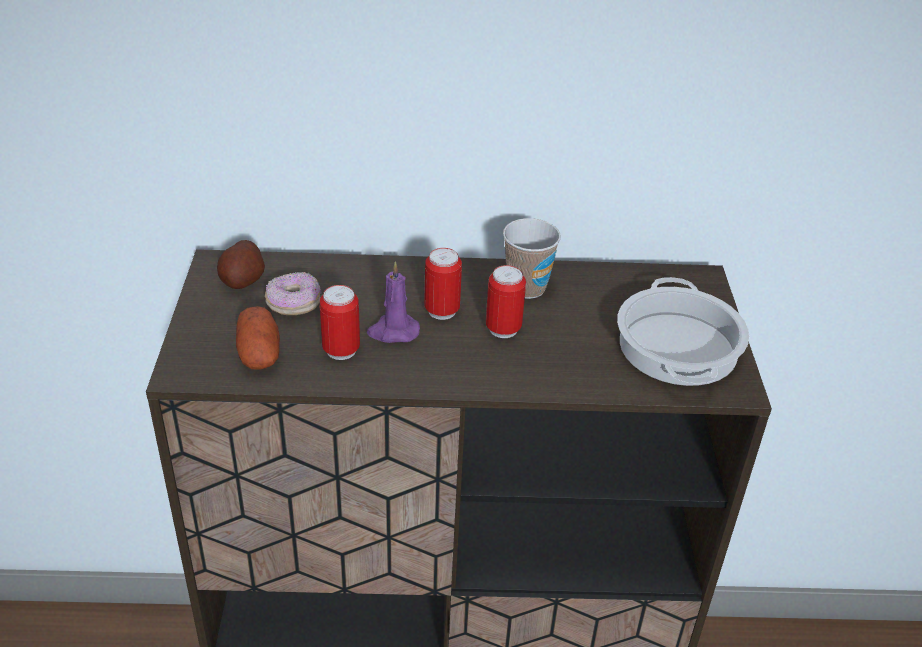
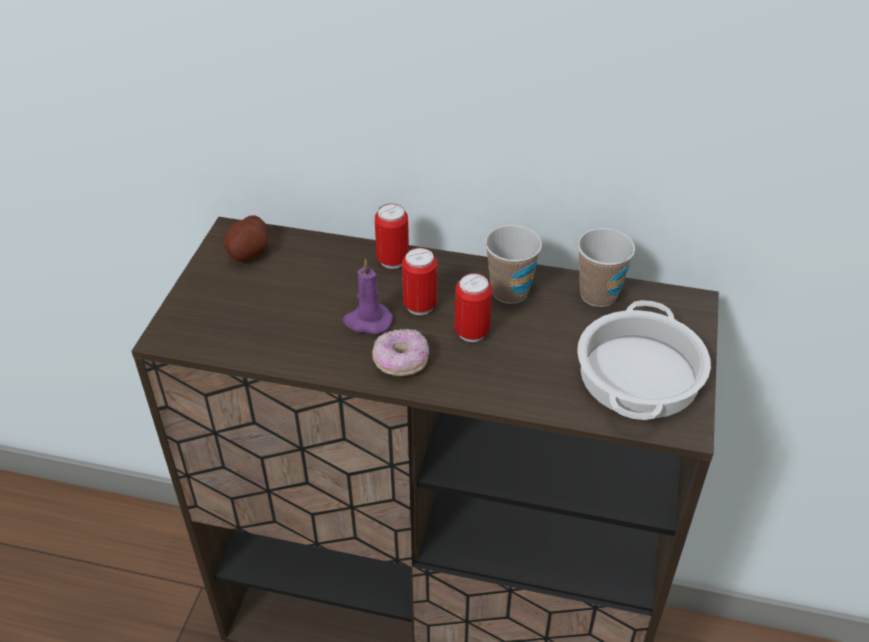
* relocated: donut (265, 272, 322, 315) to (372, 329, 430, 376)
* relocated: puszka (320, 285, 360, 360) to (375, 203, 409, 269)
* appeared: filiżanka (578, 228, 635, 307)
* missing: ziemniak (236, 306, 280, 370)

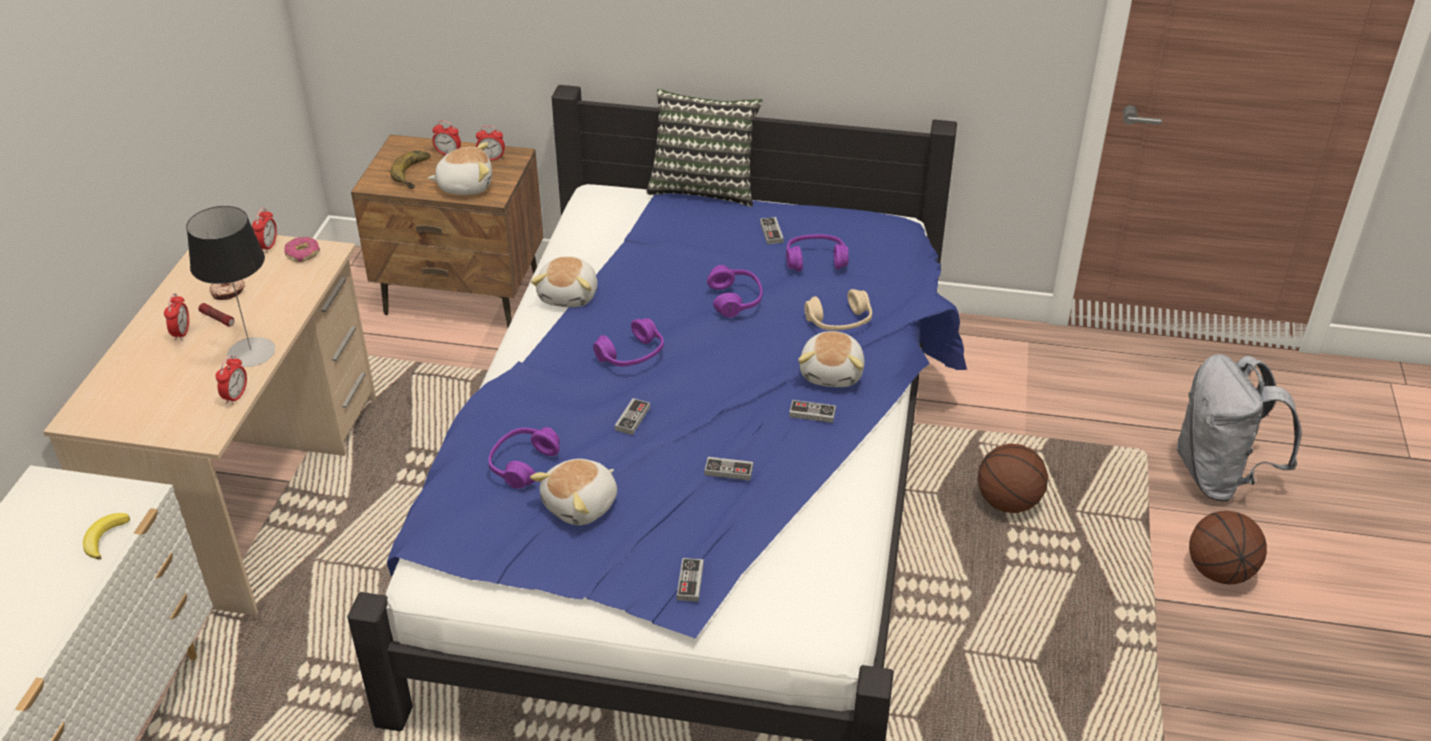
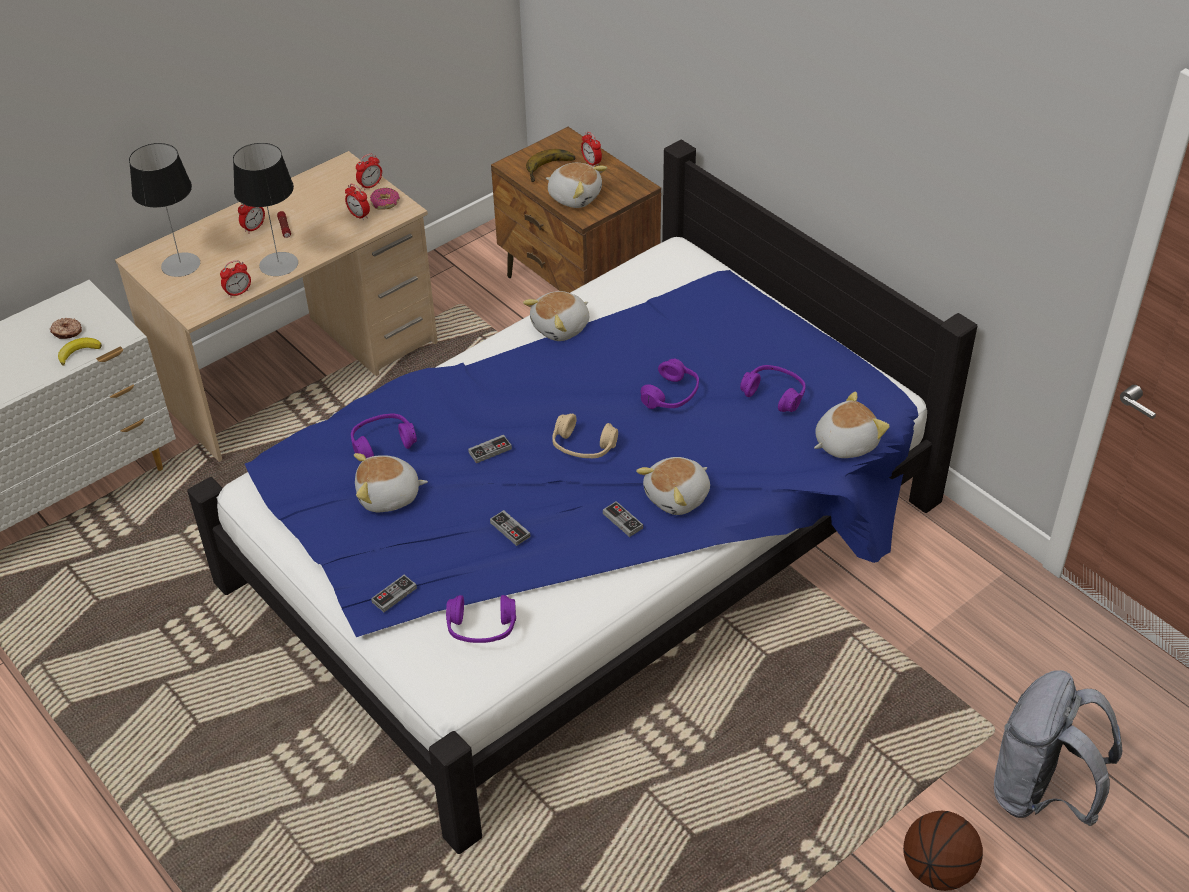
* relocated: donut (209, 279, 245, 300) to (50, 318, 82, 339)
* appeared: lampa stołowa (129, 143, 200, 277)
* relocated: budzik (476, 126, 505, 160) to (345, 184, 370, 221)
* relocated: słuchawki (fioletowy) (593, 318, 664, 367) to (446, 595, 516, 643)
* relocated: słuchawki (beżowy) (804, 289, 872, 330) to (552, 413, 618, 458)
* appeared: pluszak (814, 392, 890, 458)
* missing: poduszka (646, 89, 763, 207)
* missing: pad do gier (760, 217, 783, 244)
* missing: piłka do koszykówki (977, 444, 1048, 513)

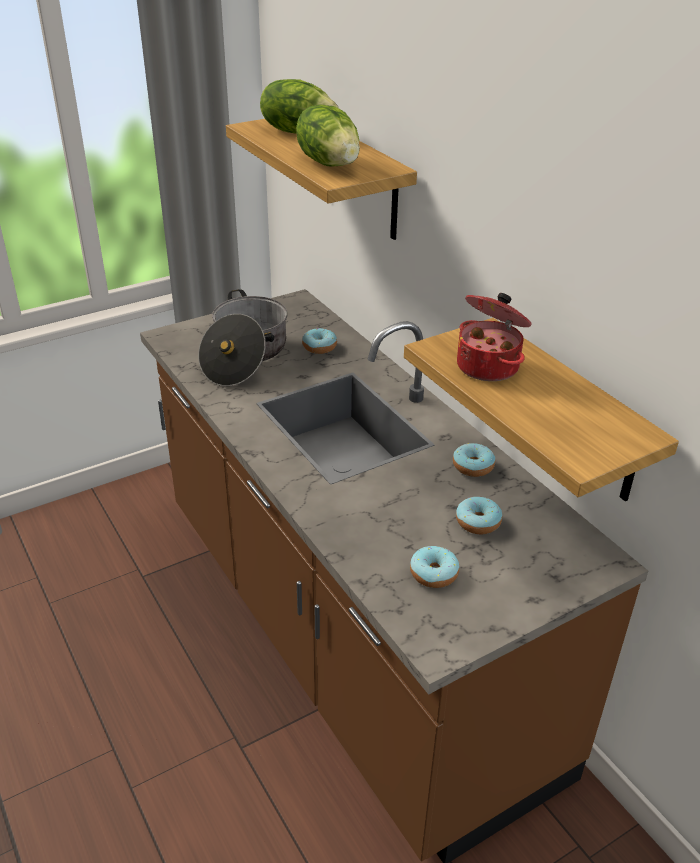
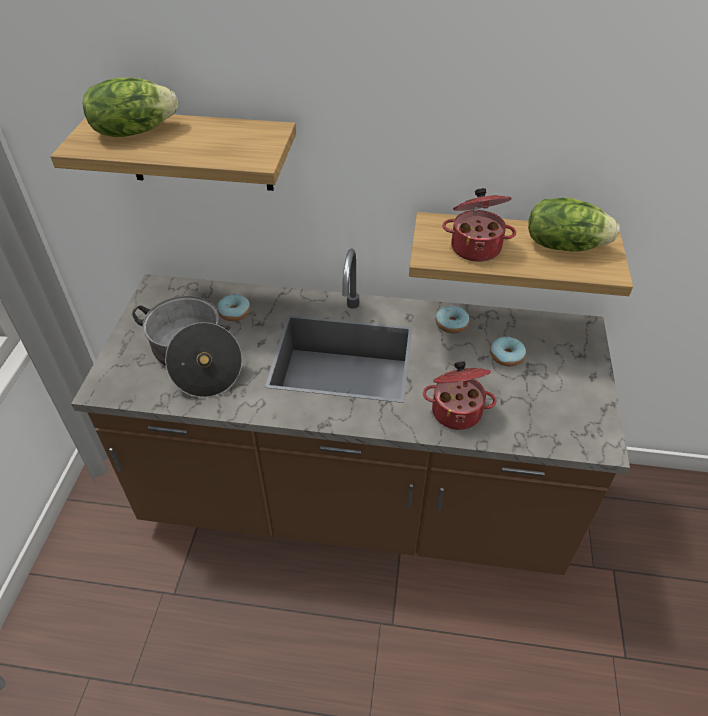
* appeared: garnek (423, 361, 496, 430)
* relocated: sałata (296, 105, 360, 167) to (528, 198, 620, 252)
* missing: donut (410, 546, 459, 588)

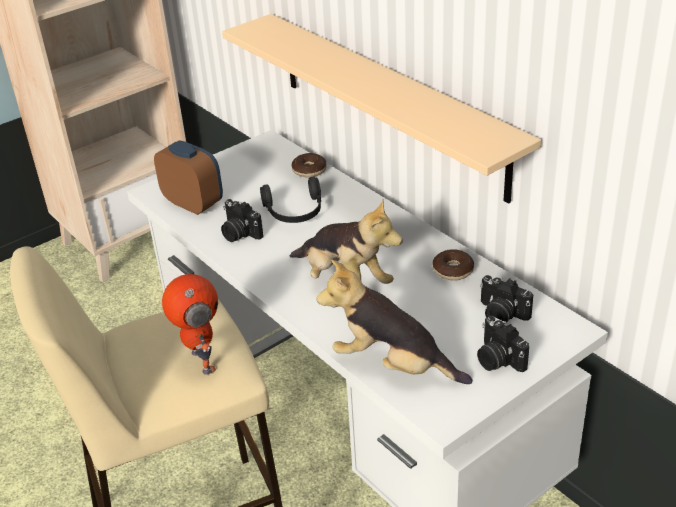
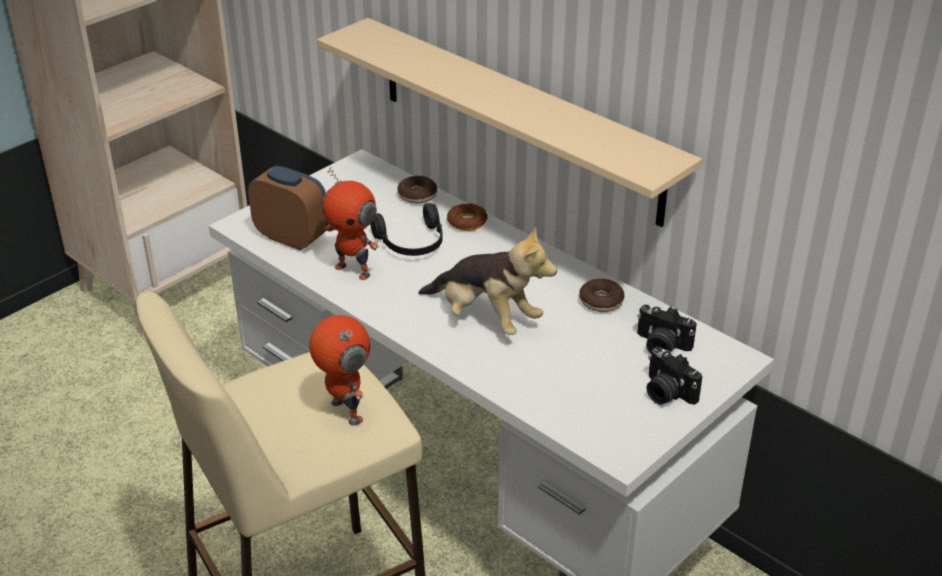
* exchanged: aparat fotograficzny (221, 199, 263, 242) to robot zabawkowy (322, 167, 379, 280)
* appeared: donut (447, 203, 488, 231)
* missing: pluszak (316, 260, 472, 384)

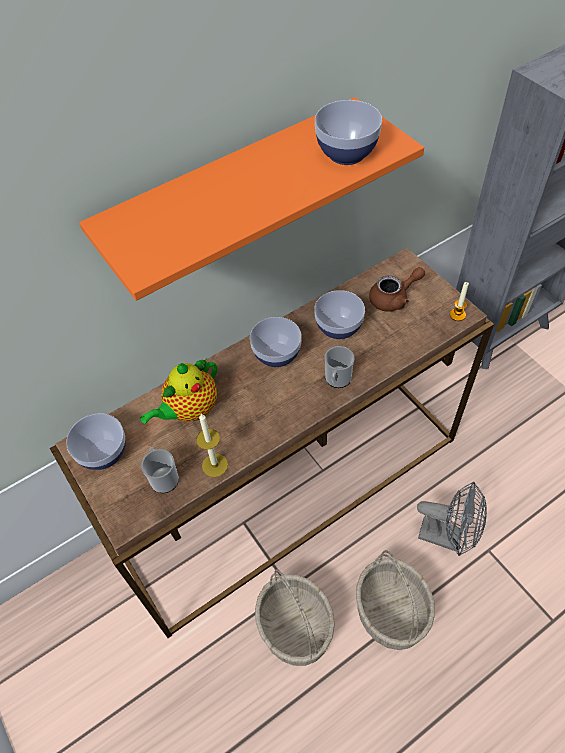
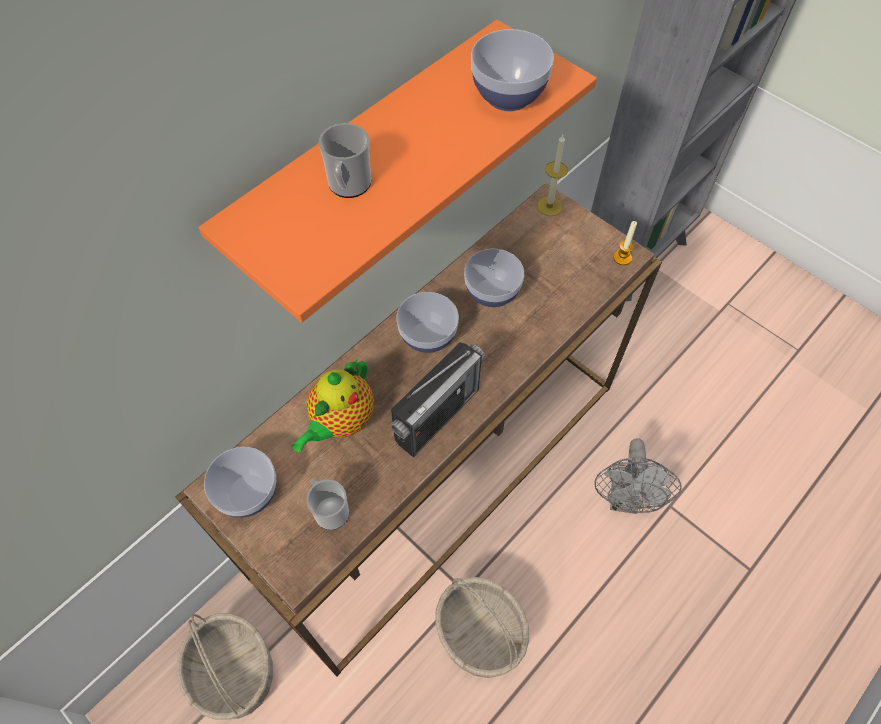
* relocated: koszyk (356, 550, 435, 650) to (177, 613, 273, 720)
* relocated: kubek (324, 346, 355, 388) to (318, 123, 371, 198)
* appeared: radio (391, 342, 485, 457)
* relocated: świeca (196, 414, 228, 477) to (537, 135, 568, 216)
* spun: wentylator (szary) (417, 482, 487, 556) = (594, 438, 682, 514) 90 degrees clockwise
* missing: imbryk (brązowy) (369, 267, 425, 311)

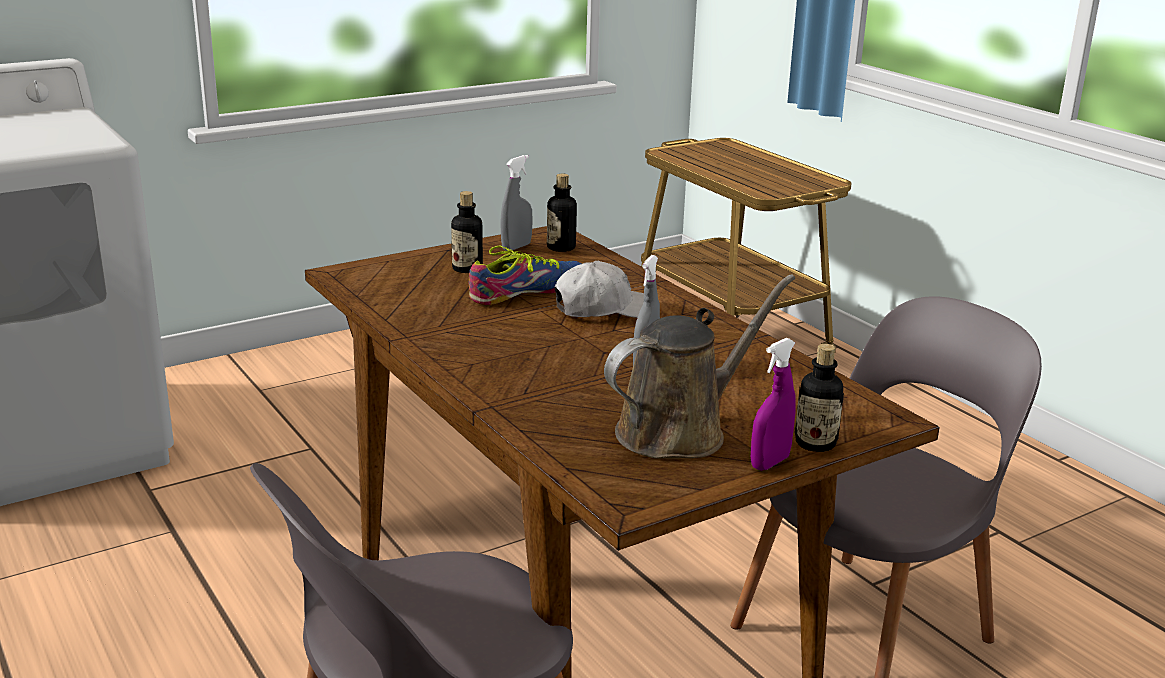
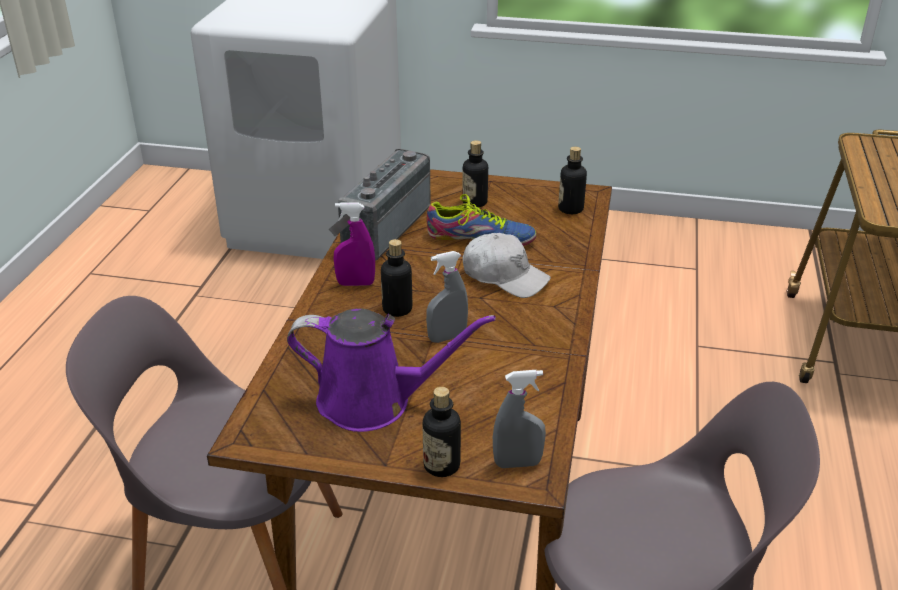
* colour: konewka (brązowy) (604, 274, 795, 459) to konewka (fioletowy) (287, 308, 496, 432)
* appeared: radio (329, 149, 431, 261)
* relocated: spryskiwacz (fioletowy) (751, 338, 796, 471) to (333, 202, 375, 286)
* appeared: butelka (381, 239, 412, 317)
* relocated: spryskiwacz (szary) (500, 155, 533, 251) to (493, 370, 546, 468)

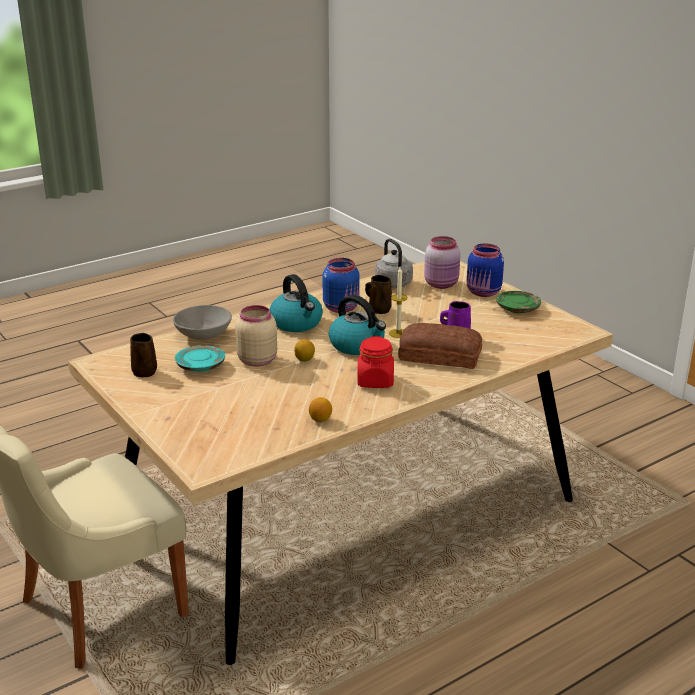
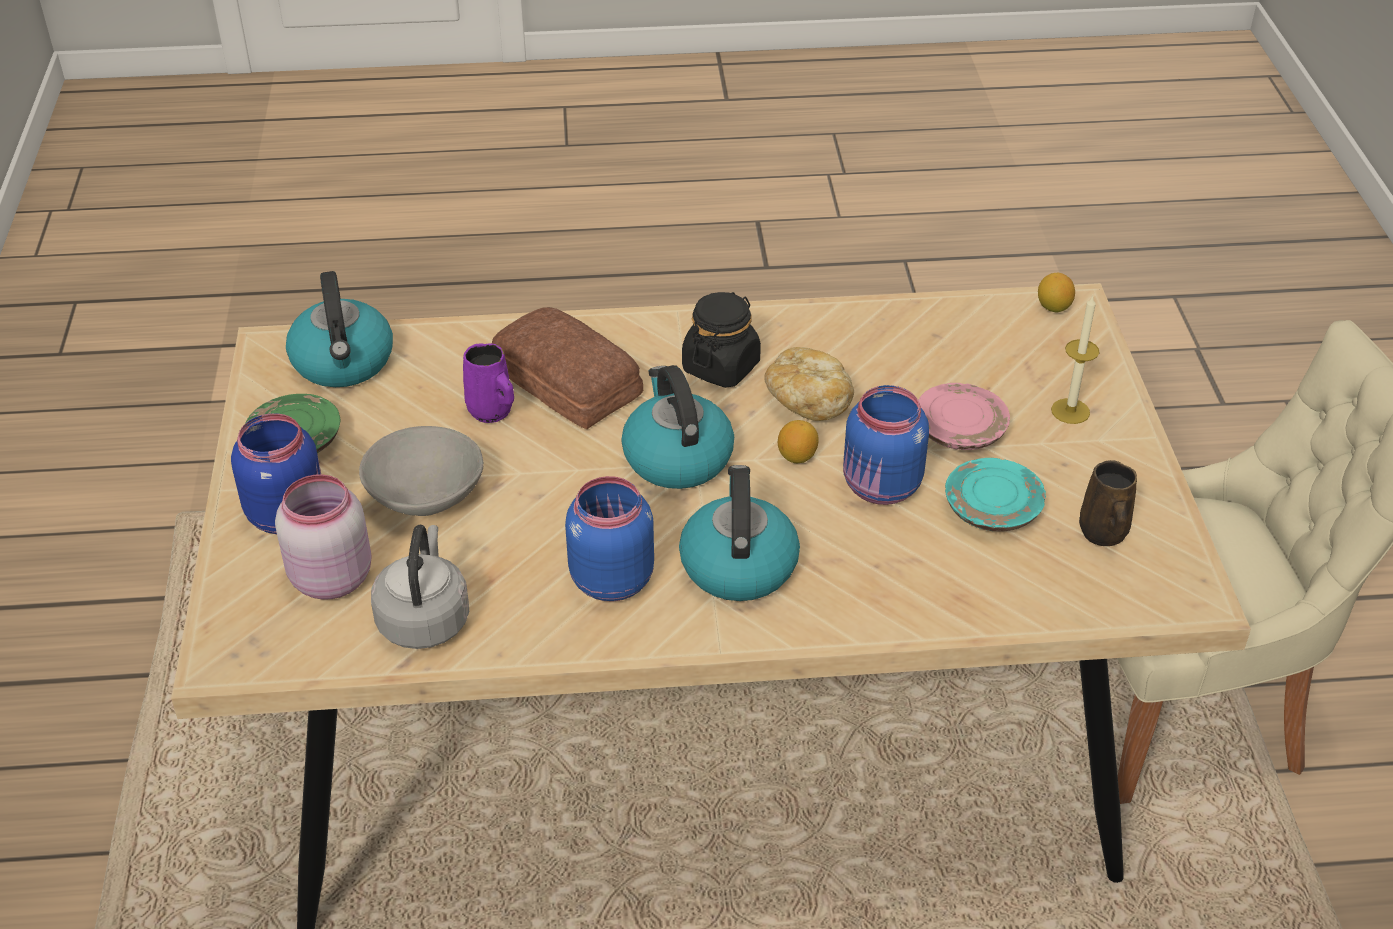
* appeared: czajnik (286, 271, 393, 387)
* relocated: miska (szary) (173, 305, 232, 340) to (359, 426, 484, 516)
* colour: słoik (czerwony) (357, 336, 394, 388) to słoik (czarny) (682, 292, 761, 388)
* appeared: chleb (764, 347, 854, 421)
* colour: słoik (beżowy) (235, 305, 277, 367) to słoik (niebieski) (843, 385, 929, 505)
* appeared: talerz (różowy) (918, 383, 1010, 450)
* relocated: cytryna (309, 397, 332, 422) to (1038, 273, 1075, 312)
* relocated: świeca (389, 267, 408, 338) to (1051, 296, 1099, 424)
* missing: kubek (brązowy) (365, 275, 392, 314)

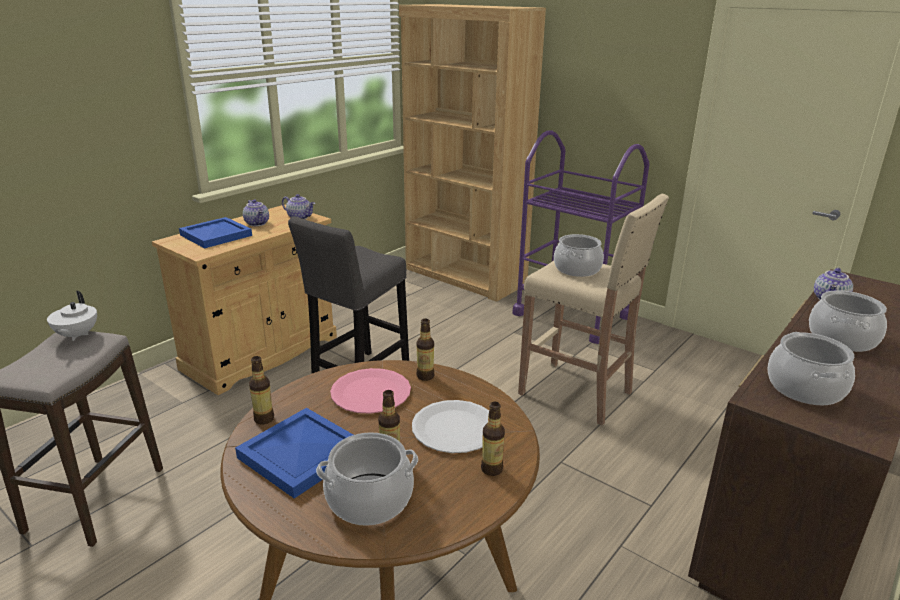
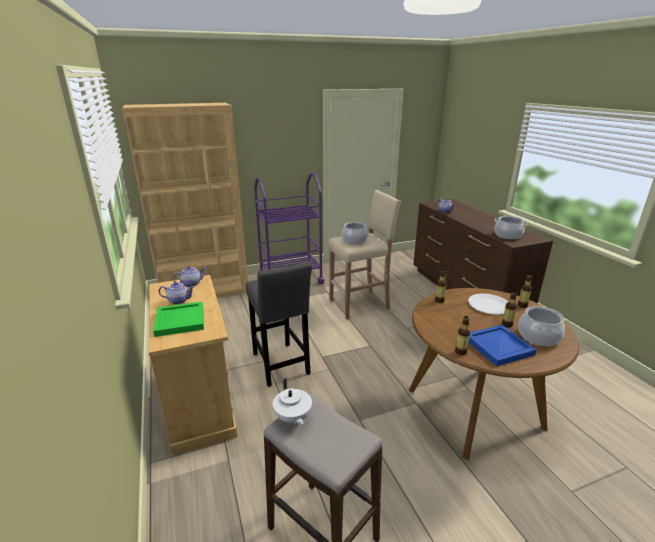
* colour: taca (niebieski) (179, 217, 252, 248) to taca (zielony) (153, 301, 204, 337)
* spun: imbryk (biały) (47, 291, 97, 341) = (273, 378, 312, 425) 45 degrees clockwise
* missing: talerz (różowy) (330, 368, 411, 414)
* missing: garnek (809, 290, 887, 352)

